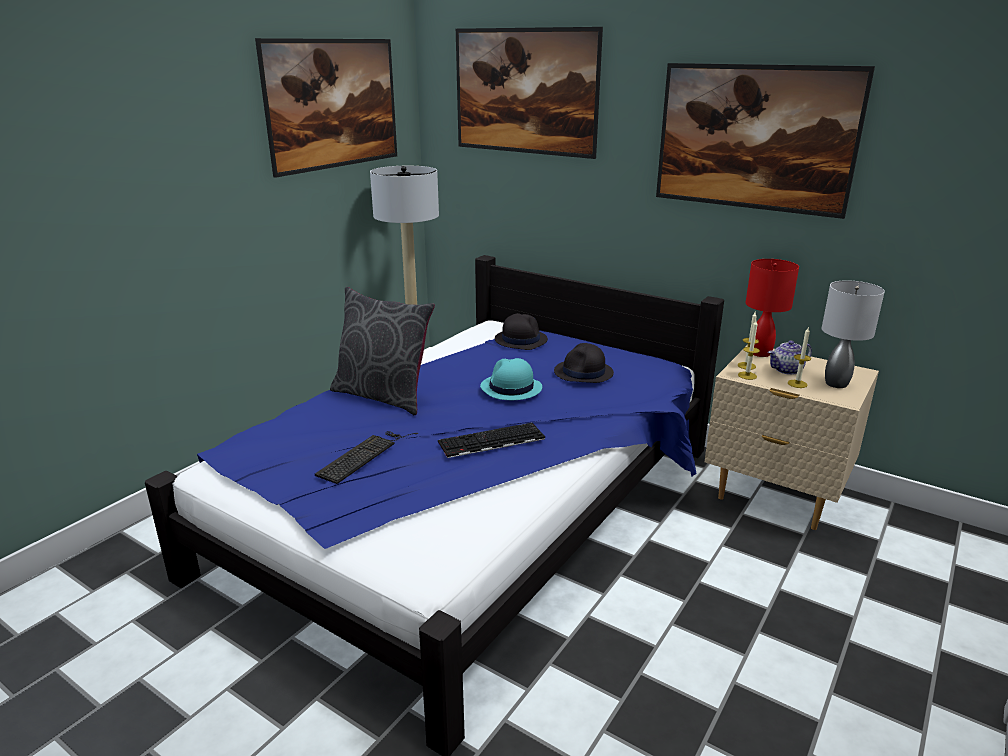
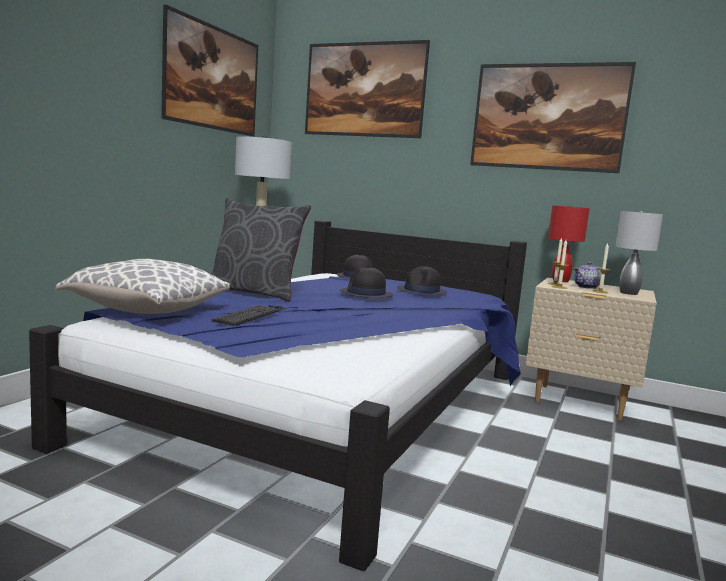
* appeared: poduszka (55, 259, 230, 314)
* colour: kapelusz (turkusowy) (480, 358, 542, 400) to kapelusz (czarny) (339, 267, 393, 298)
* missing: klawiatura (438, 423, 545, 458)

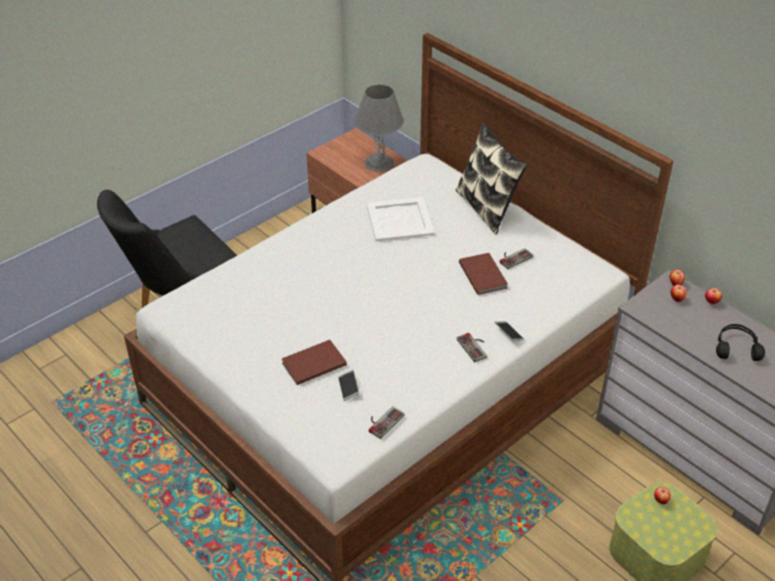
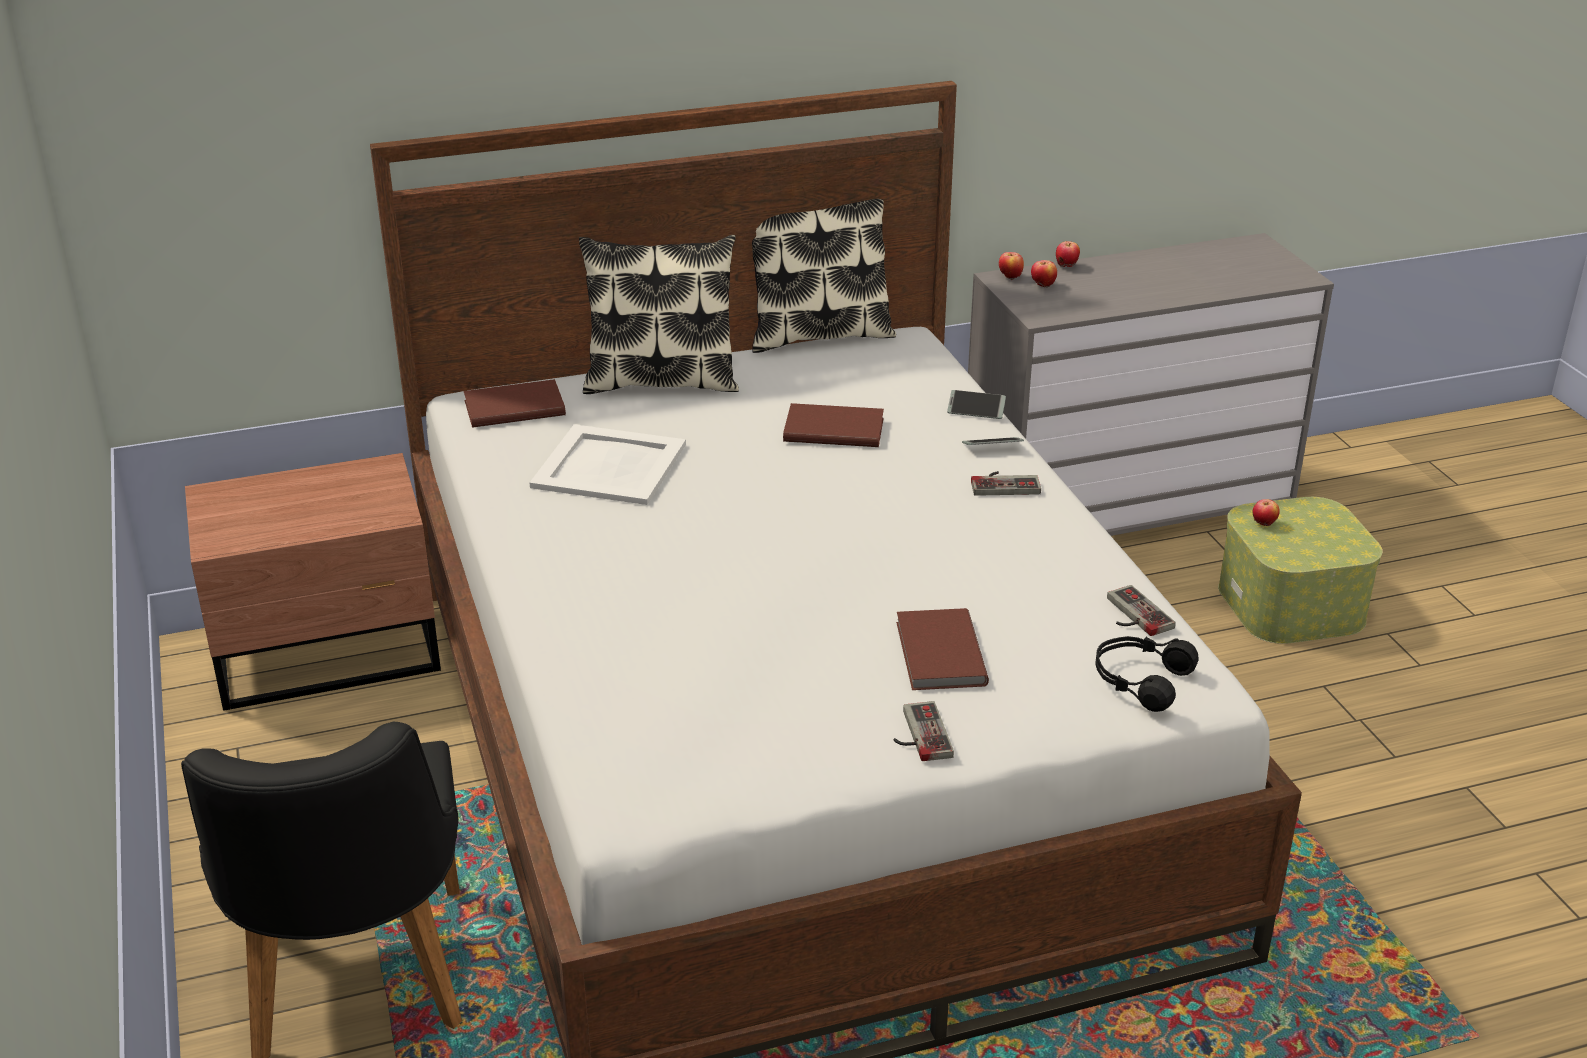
* appeared: książka (brązowy) (464, 379, 566, 428)
* appeared: poduszka (752, 199, 896, 353)
* relocated: pad do gier (500, 248, 533, 269) to (893, 701, 954, 761)
* relocated: telefon (338, 370, 359, 401) to (947, 390, 1006, 419)
* relocated: słuchawki (czarny) (716, 324, 765, 361) to (1095, 636, 1199, 712)
* missing: lampa stołowa (szary) (355, 84, 403, 172)

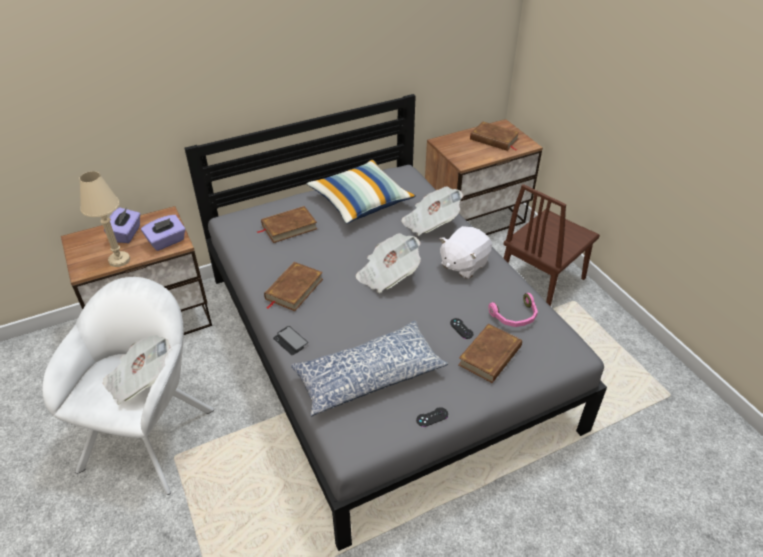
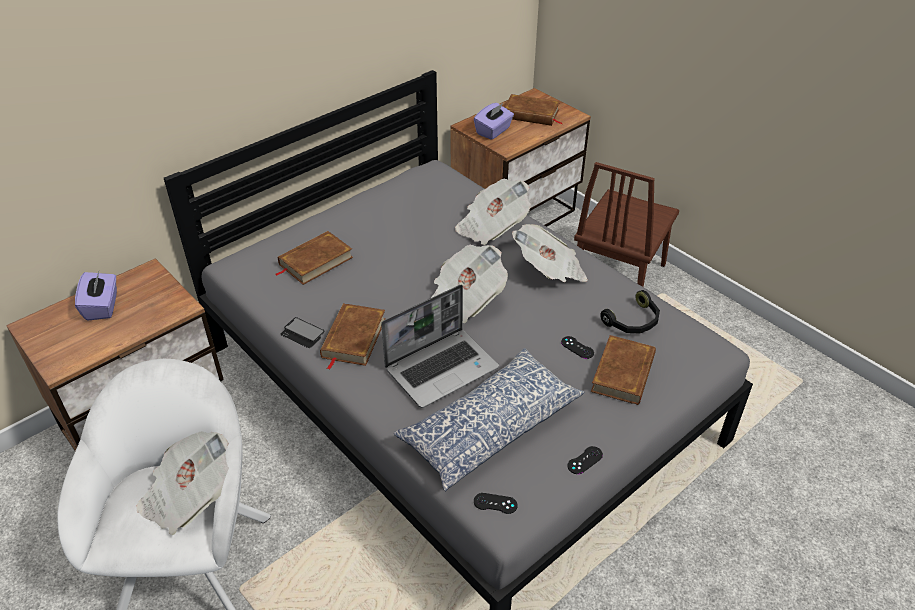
* relocated: telefon (273, 326, 308, 355) to (281, 317, 324, 348)
* appeared: laptop (381, 284, 499, 408)
* relocated: pudełko chusteczek (fioletowy) (141, 215, 185, 251) to (474, 103, 514, 140)
* appeared: pad do gier (czarny) (474, 493, 518, 514)
* exchanged: pluszak (biały) (440, 226, 492, 279) to gazeta (512, 224, 588, 282)
* colour: słuchawki (różowy) (488, 293, 538, 327) to słuchawki (czarny) (600, 290, 660, 333)
* missing: lampa stołowa (beżowy) (80, 171, 130, 267)
* missing: poduszka (307, 160, 416, 224)

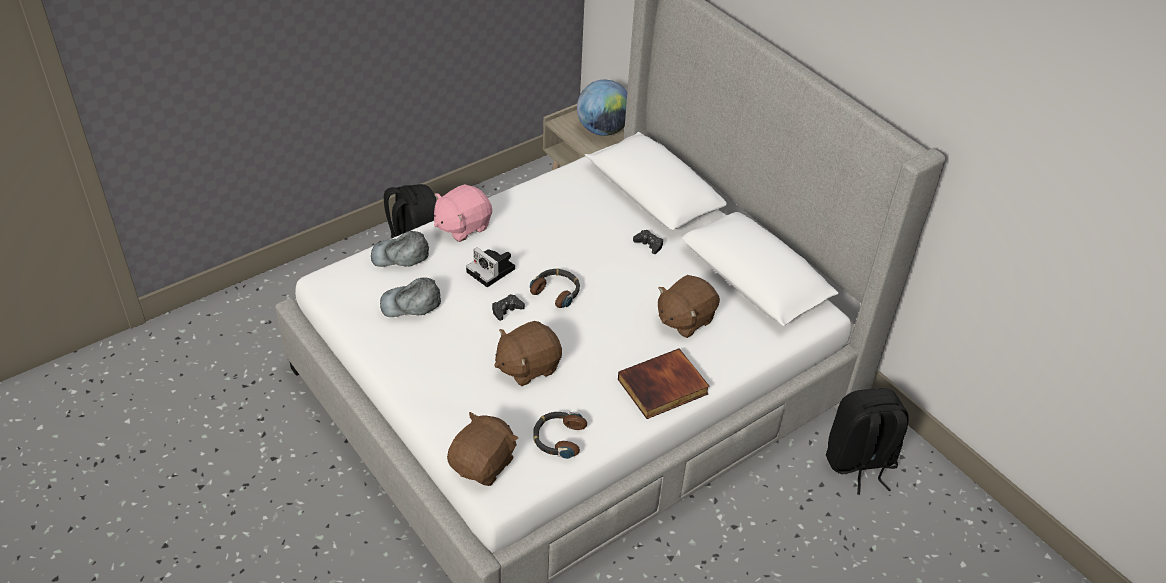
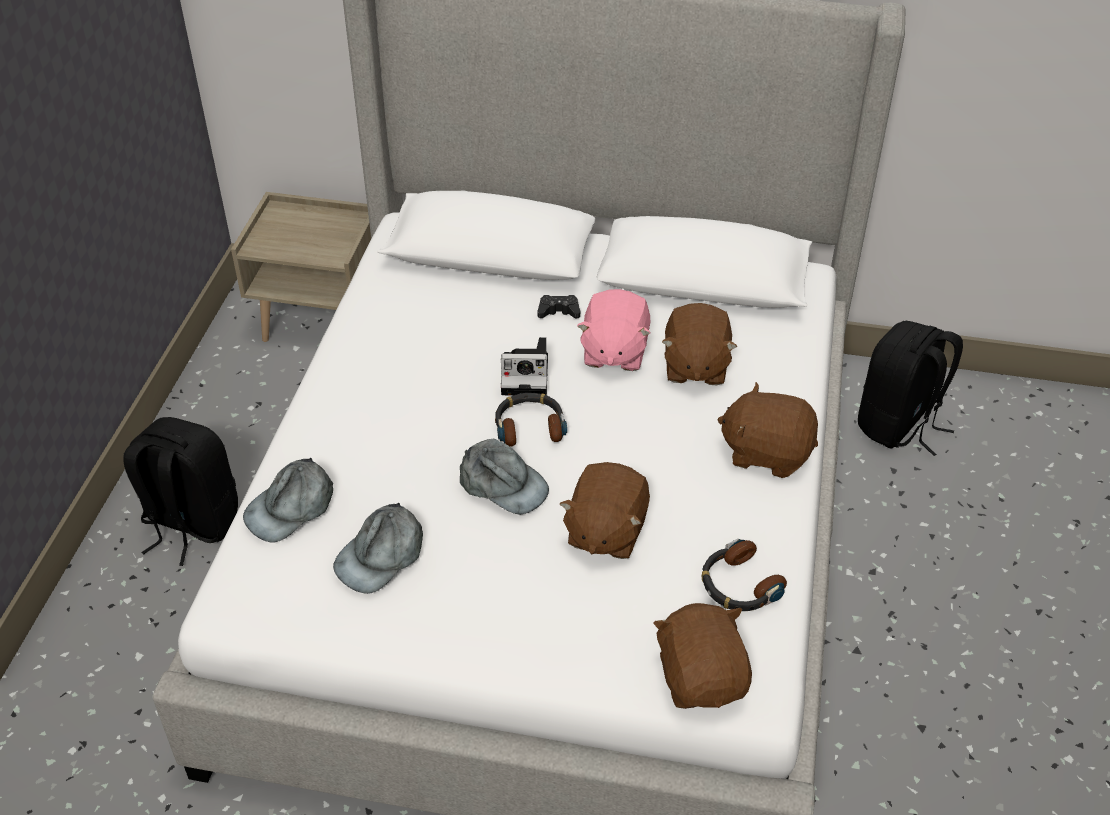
* exchanged: pad do gier (czarny) (492, 294, 525, 321) to czapka z daszkiem (szary) (460, 439, 549, 515)
* relocated: aparat fotograficzny (466, 247, 515, 287) to (501, 337, 548, 395)
* relocated: pluszak (różowy) (434, 184, 492, 242) to (577, 289, 651, 371)
* exchanged: książka (618, 348, 710, 419) to pluszak (brązowy) (717, 382, 818, 478)
* missing: globus (577, 80, 627, 136)

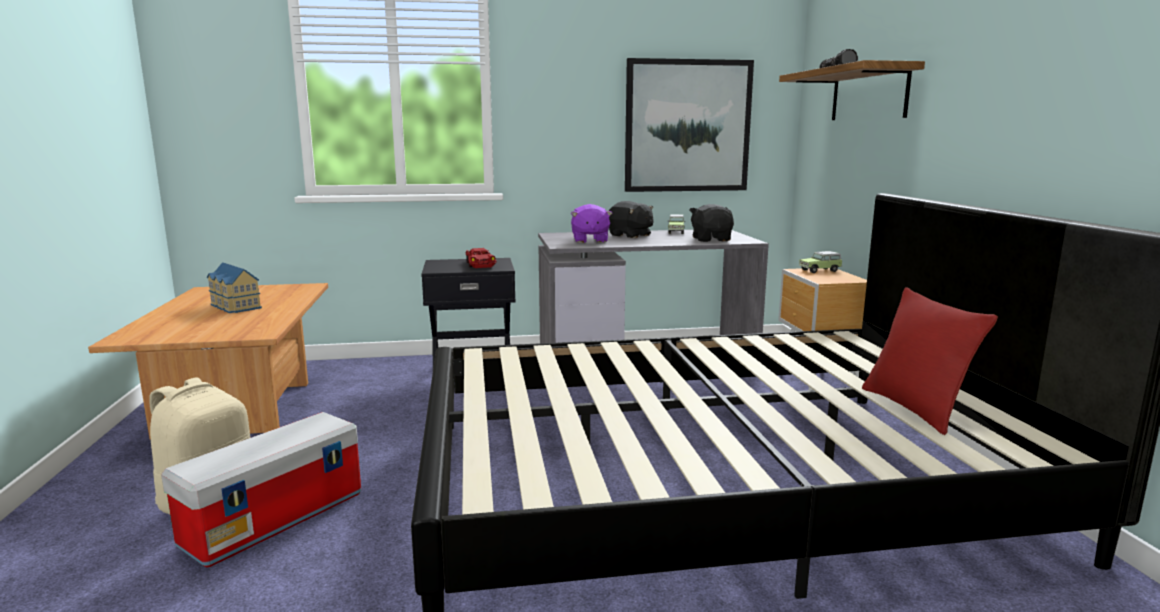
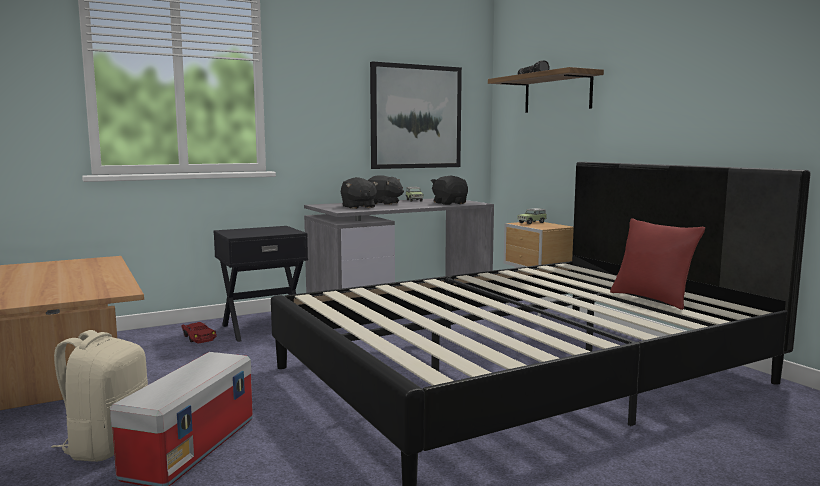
* relocated: samochodzik (czerwony) (466, 248, 497, 268) to (181, 322, 217, 344)
* colour: pluszak (fioletowy) (571, 204, 612, 243) to pluszak (czarny) (341, 177, 378, 209)
* missing: domek (207, 262, 262, 313)

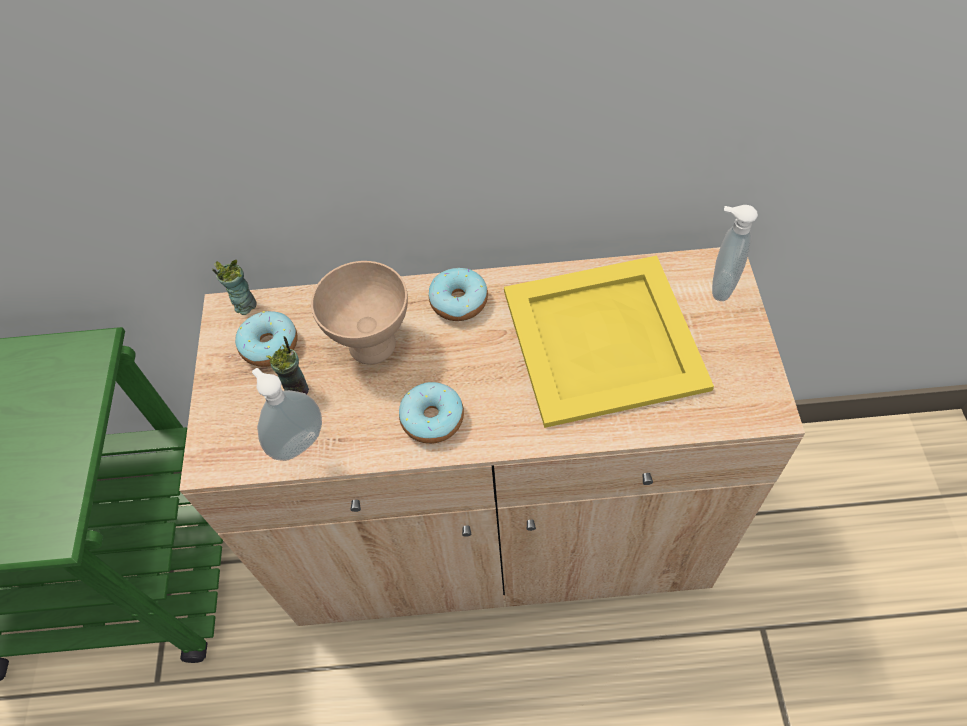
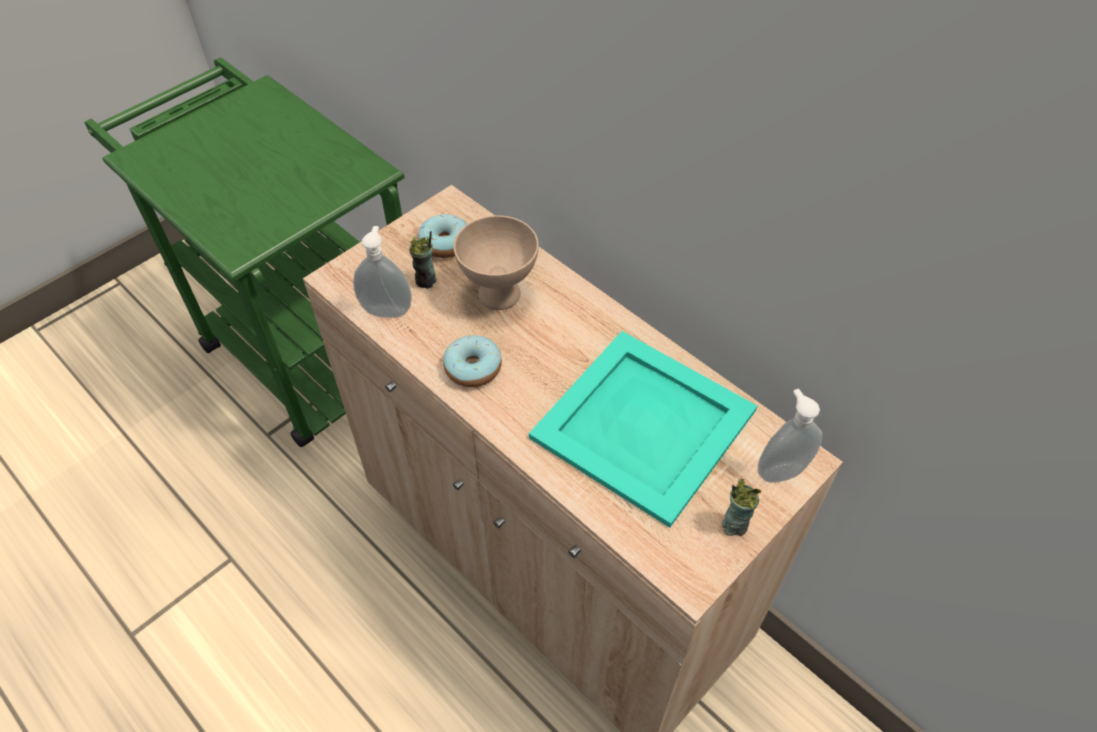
* colour: taca (żółty) (504, 256, 714, 428) to taca (turkusowy) (529, 331, 757, 528)
* relocated: filiżanka (212, 260, 256, 315) to (722, 479, 761, 536)
* missing: donut (429, 268, 488, 321)

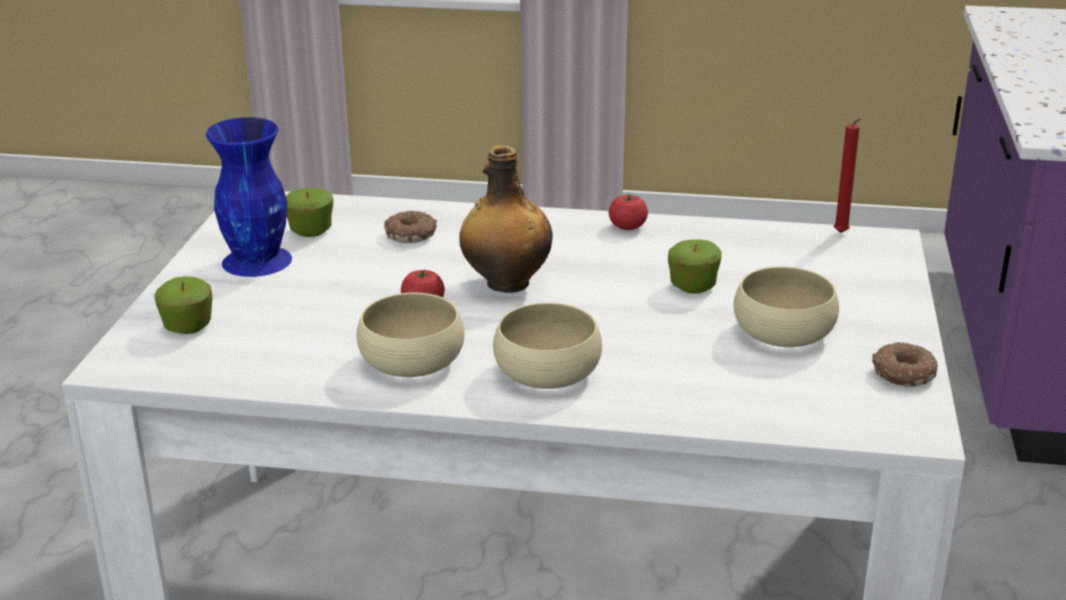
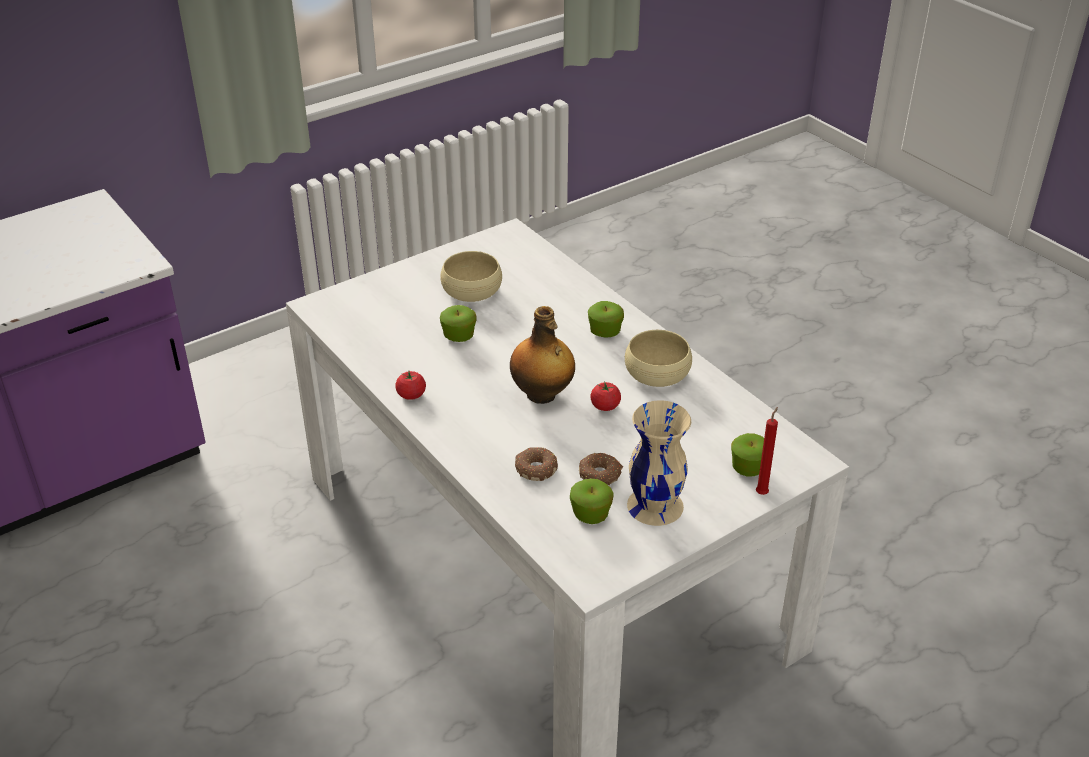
* relocated: donut (872, 342, 938, 387) to (579, 453, 623, 485)
* exchanged: miska (beżowy) (493, 302, 602, 389) to jabłko (588, 301, 624, 337)
* colour: wazon (niebieski) (206, 117, 292, 277) to wazon (beżowy) (627, 400, 691, 526)
* relocated: świeca (czerwony) (834, 118, 861, 233) to (756, 407, 778, 495)

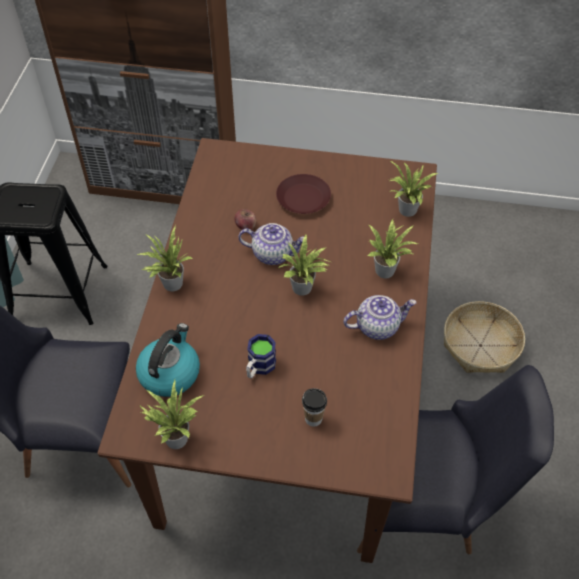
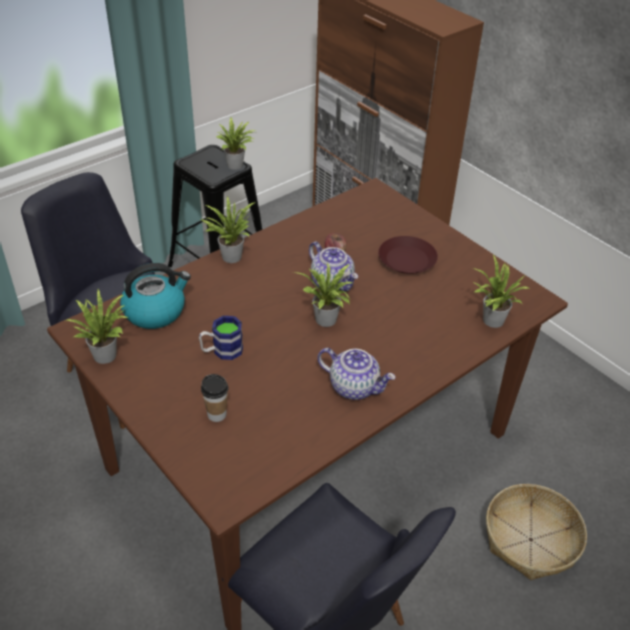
* relocated: roślina doniczkowa (367, 219, 418, 279) to (216, 118, 255, 170)

